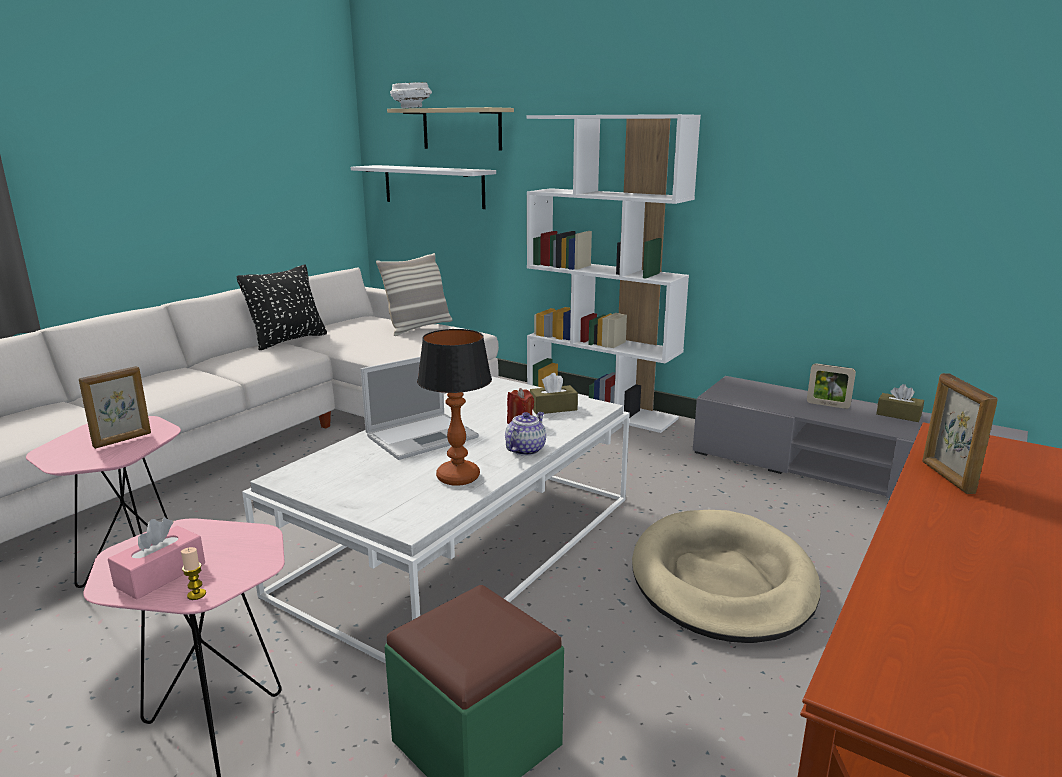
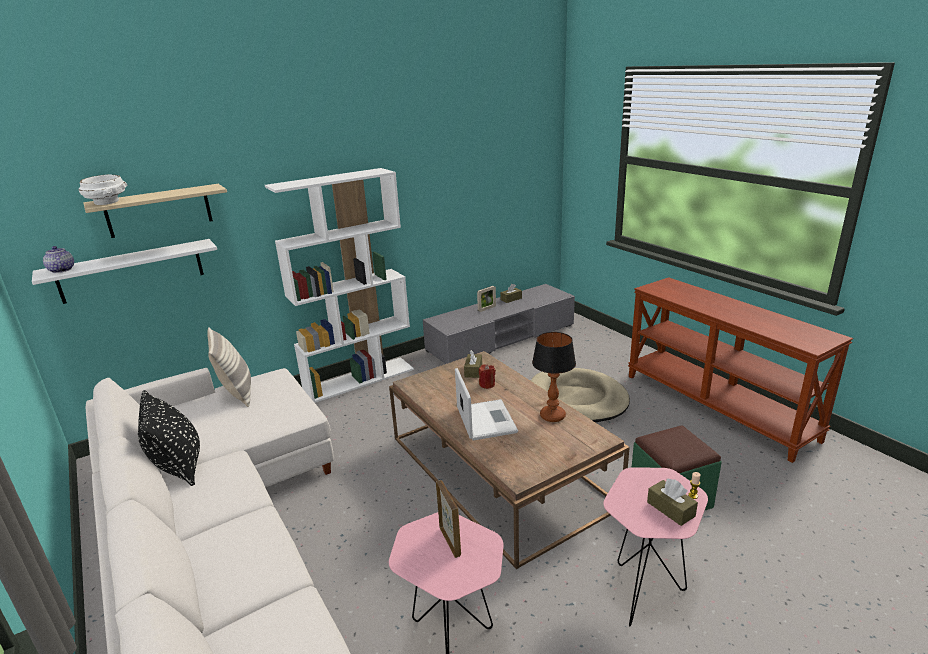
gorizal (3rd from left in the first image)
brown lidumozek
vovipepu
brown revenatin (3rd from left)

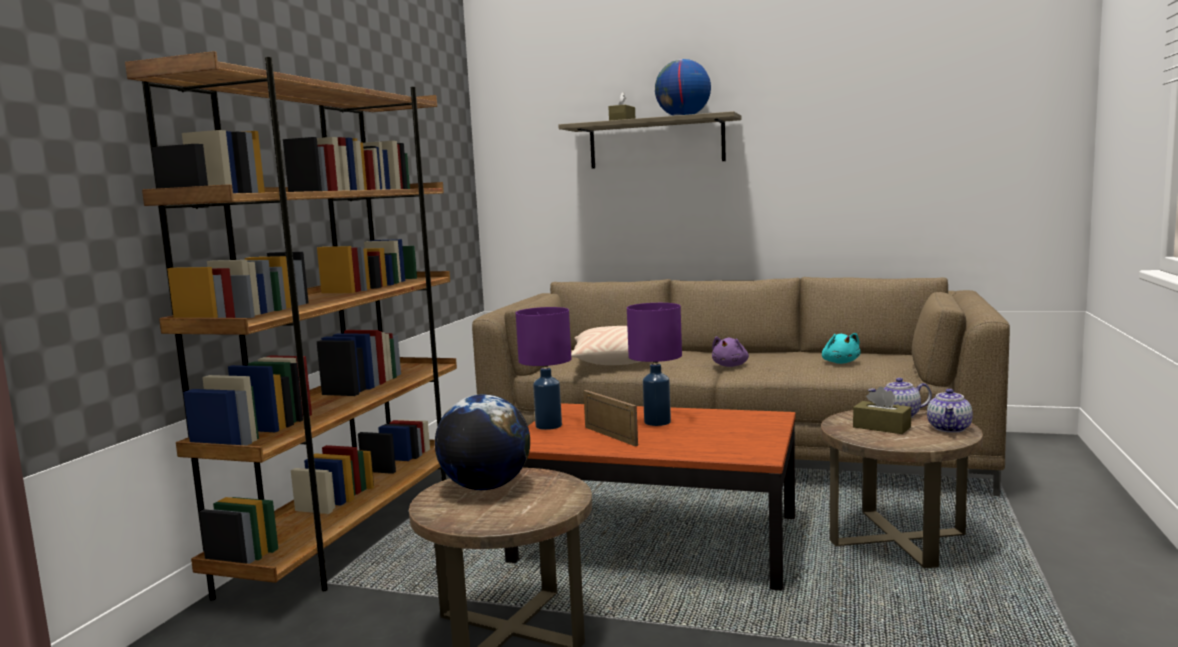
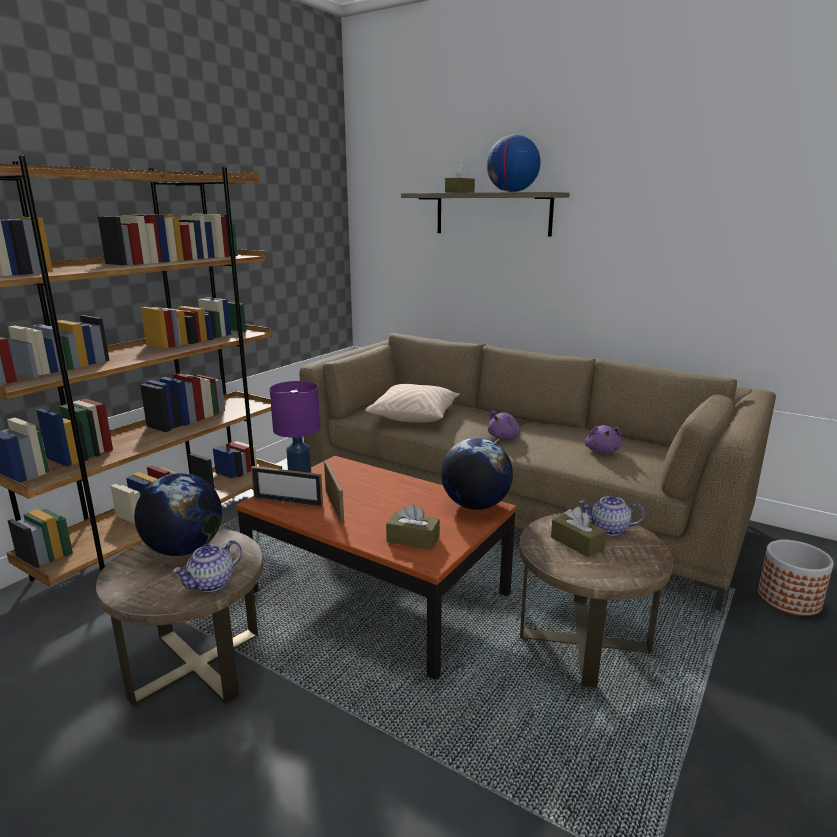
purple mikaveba (2nd from left in the first image)
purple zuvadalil (2nd from left)
vovipepu (1st from left)
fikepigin (2nd from left)
gorizal (1st from left)
brown revenatin (1st from left)
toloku

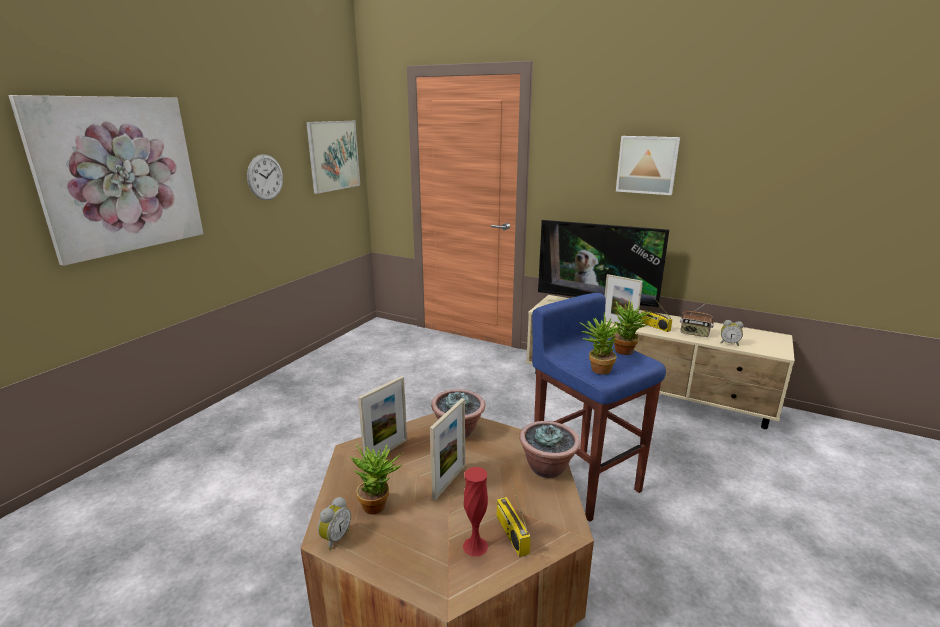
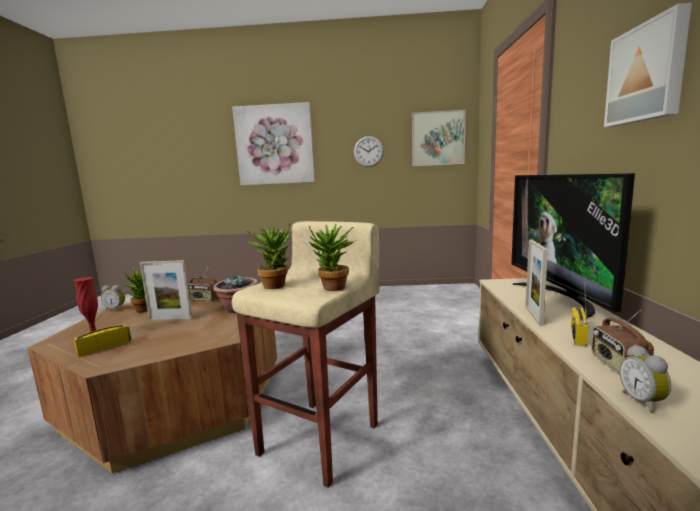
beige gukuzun
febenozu (2nd from left)
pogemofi (3rd from left in the first image)

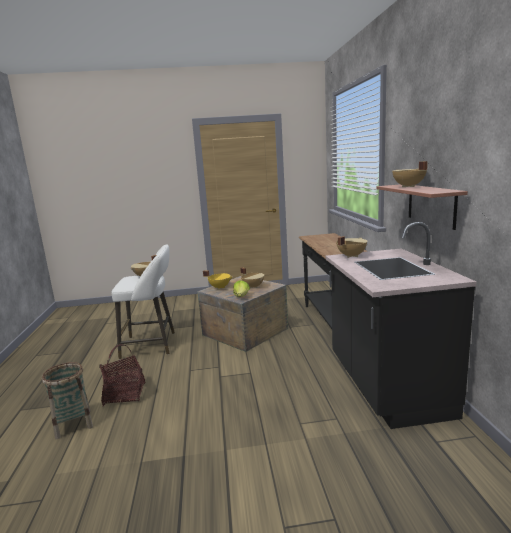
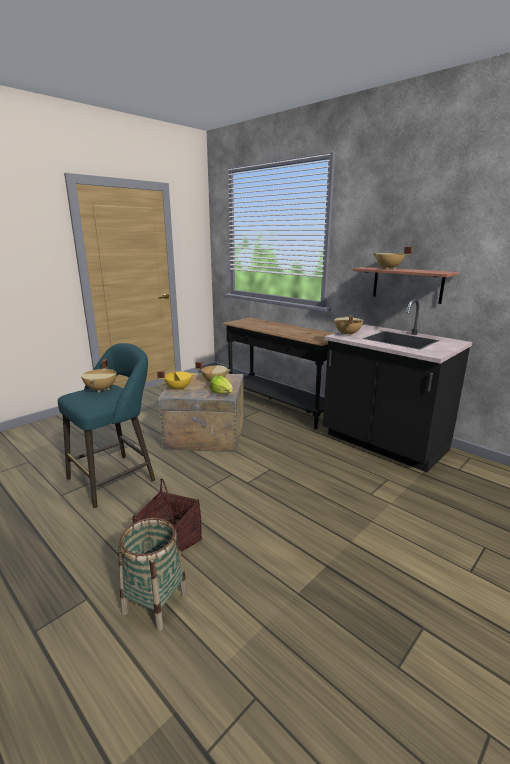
turquoise gukuzun

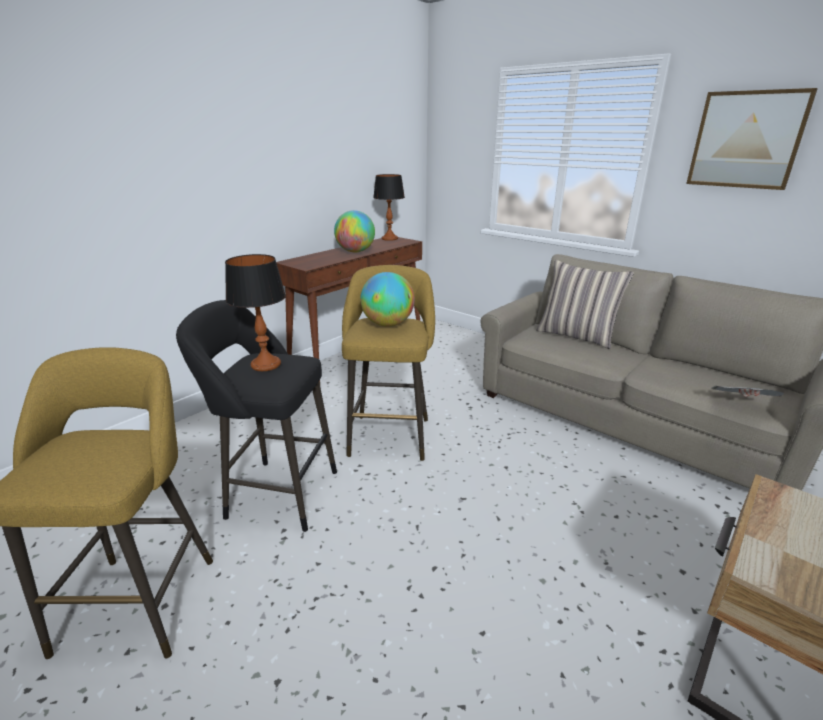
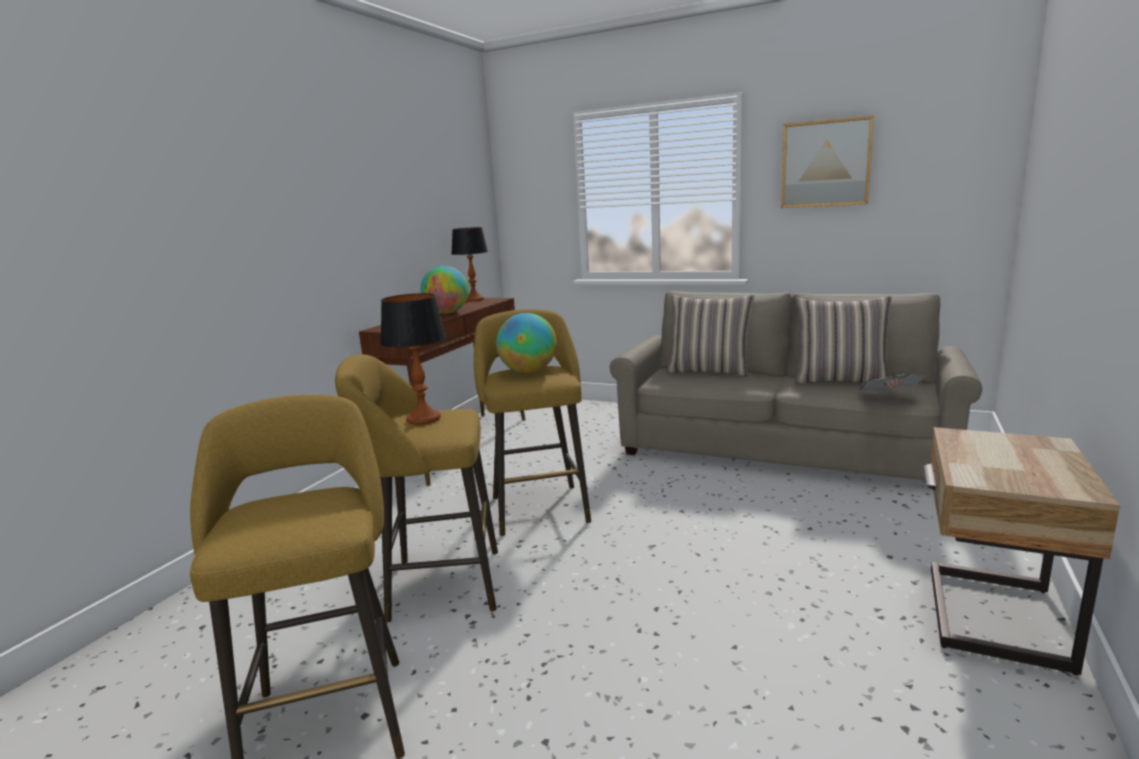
yellow gukuzun (2nd from left)
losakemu (2nd from left)

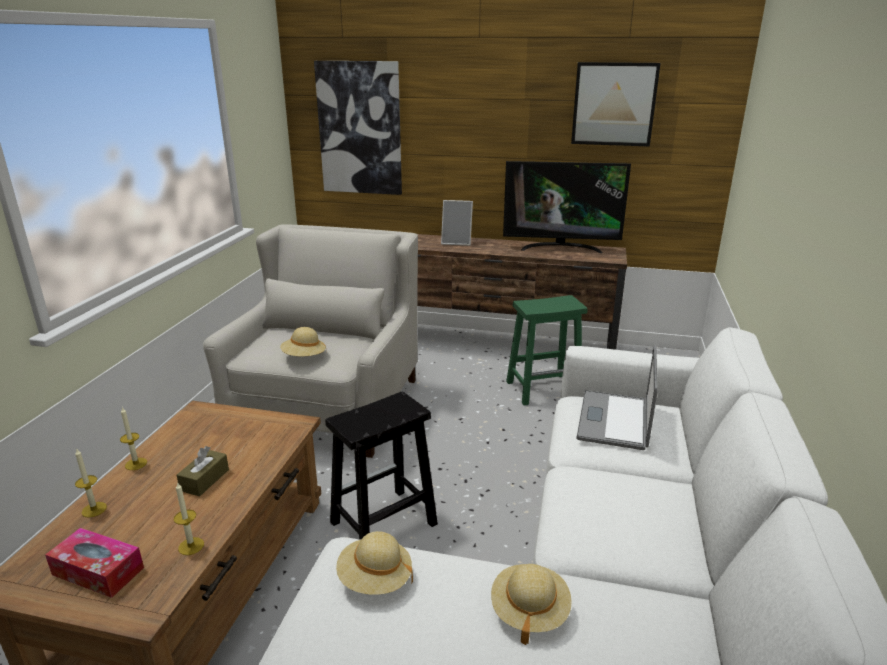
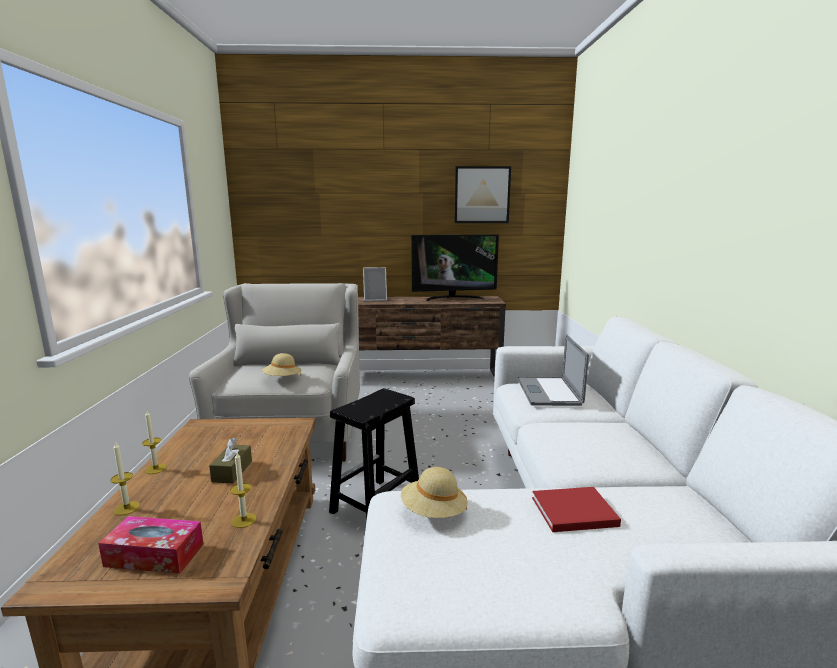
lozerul (1st from left in the first image)
green gukuzun
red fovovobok

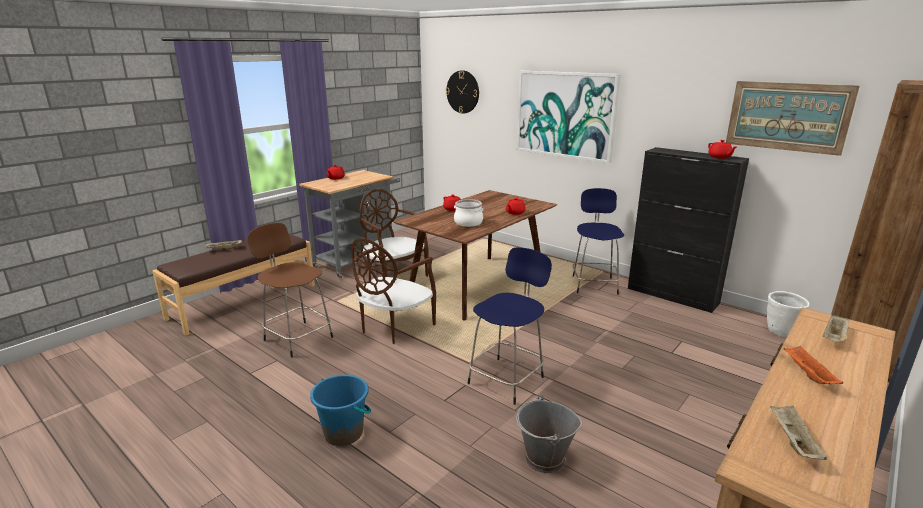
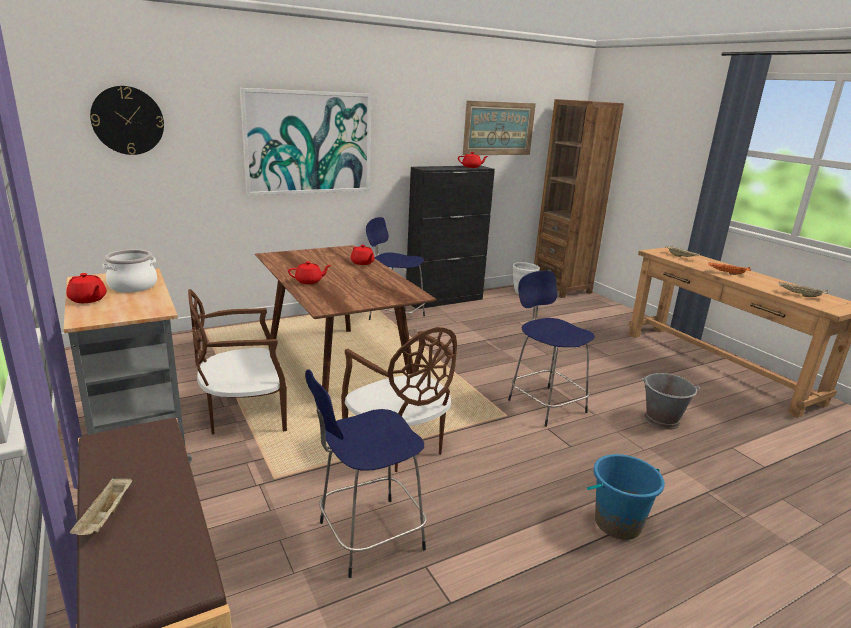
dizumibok
blue gukuzun (1st from left)

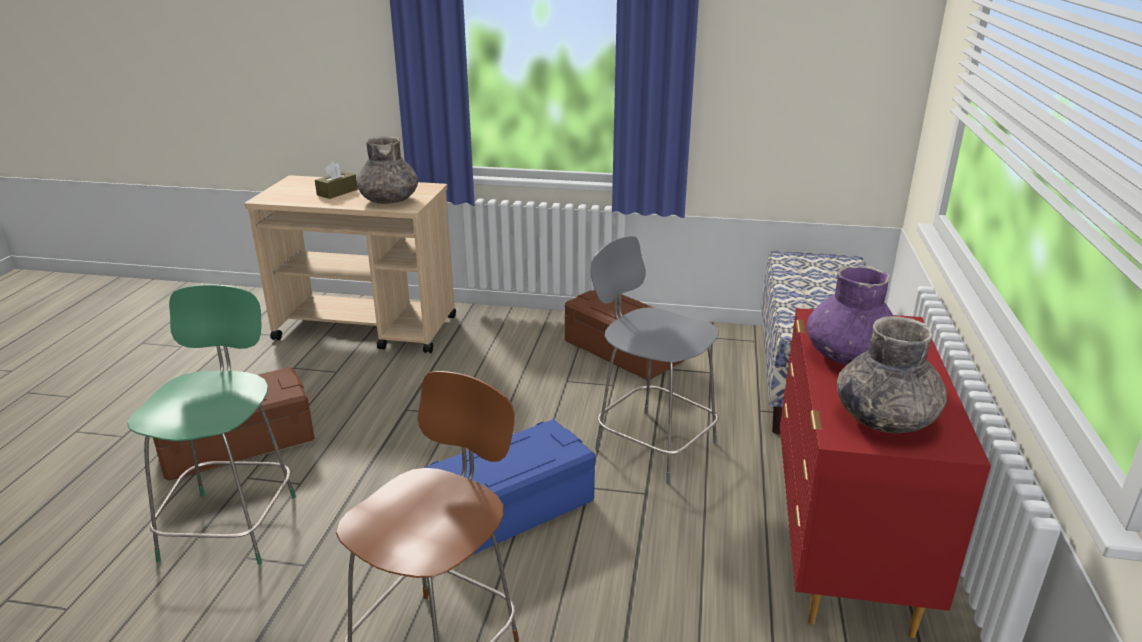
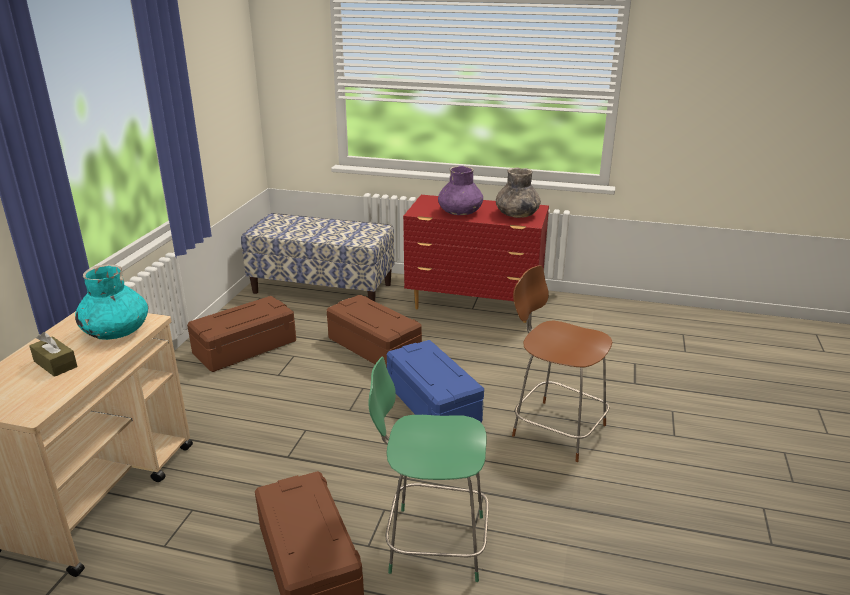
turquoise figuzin
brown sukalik (3rd from left)

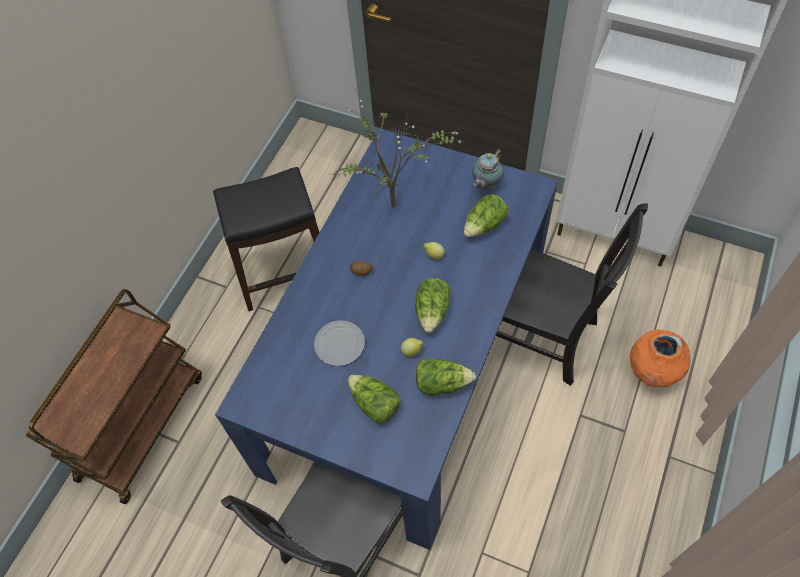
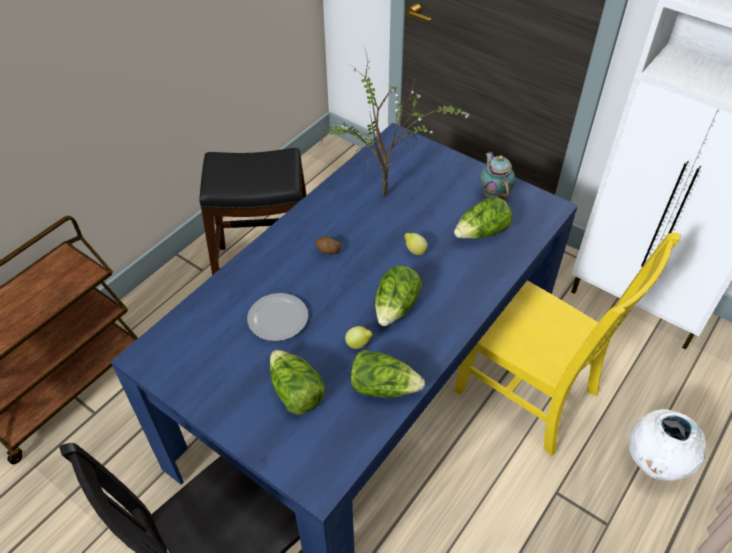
vovipepu
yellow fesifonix
white figuzin

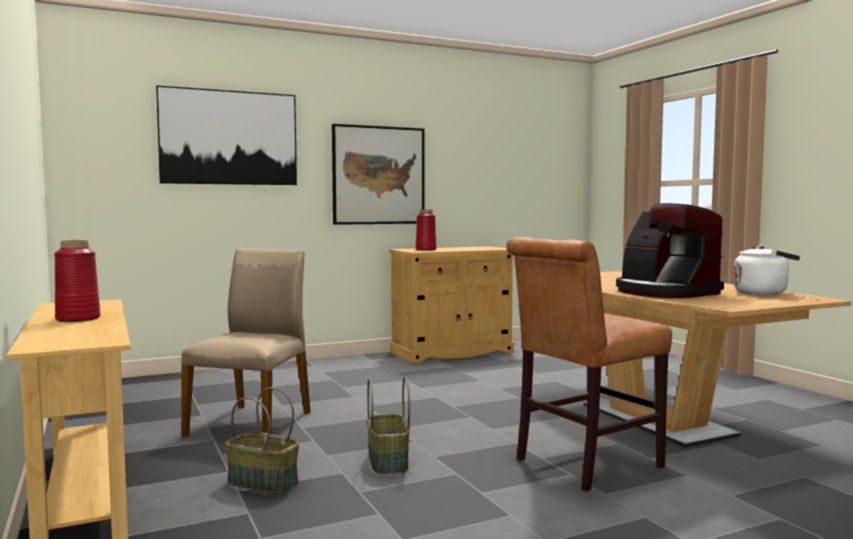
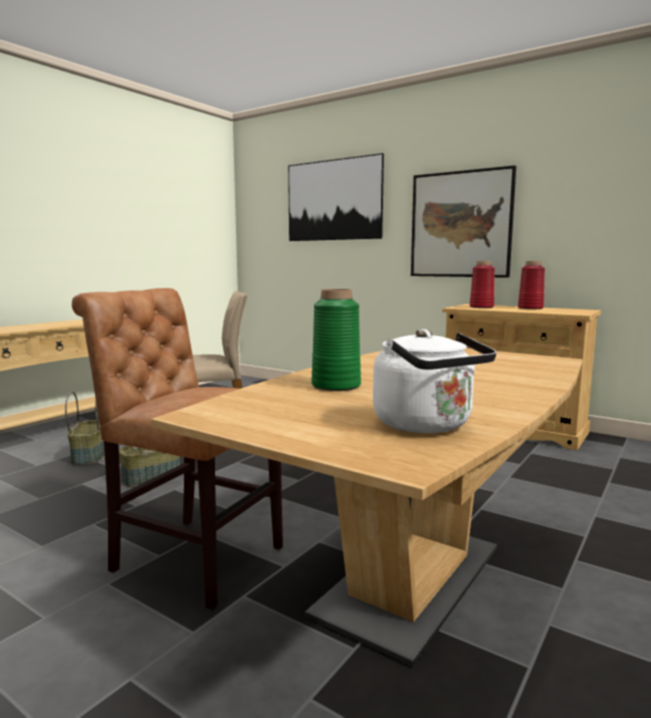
green figuzin
red figuzin (2nd from left)

